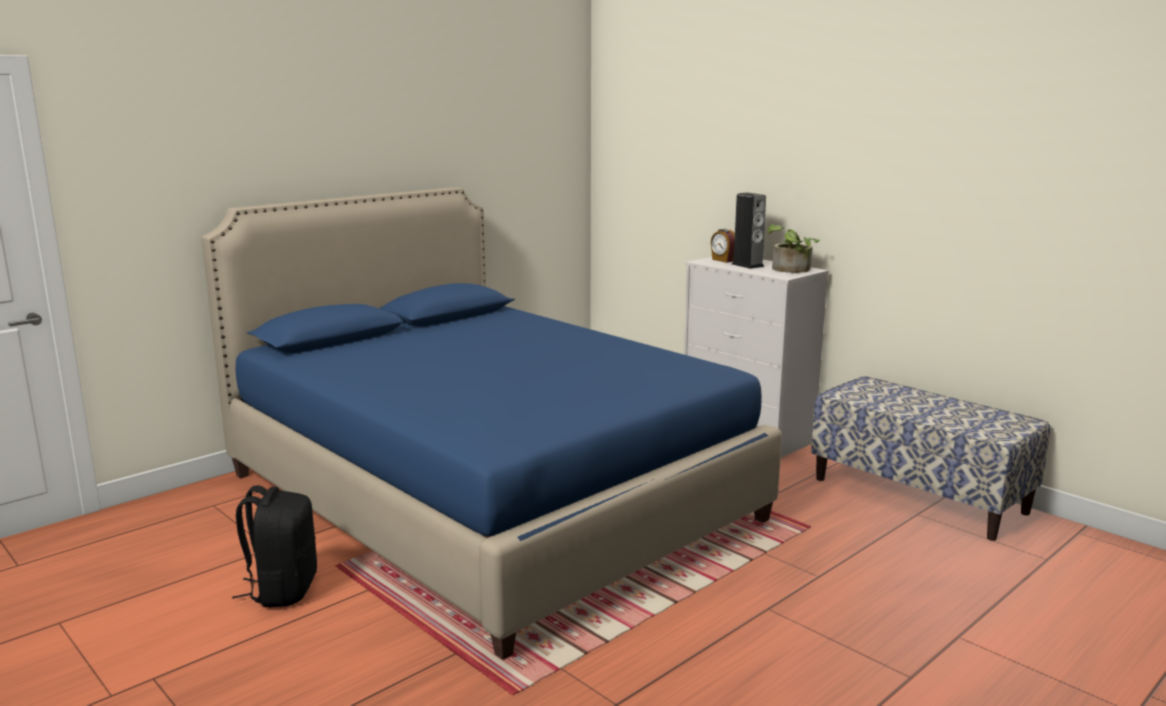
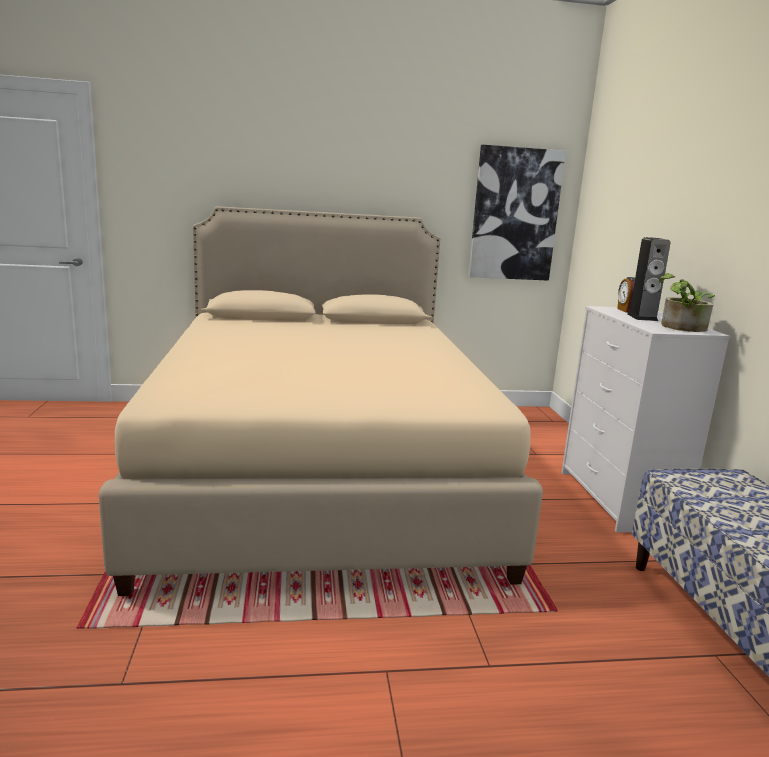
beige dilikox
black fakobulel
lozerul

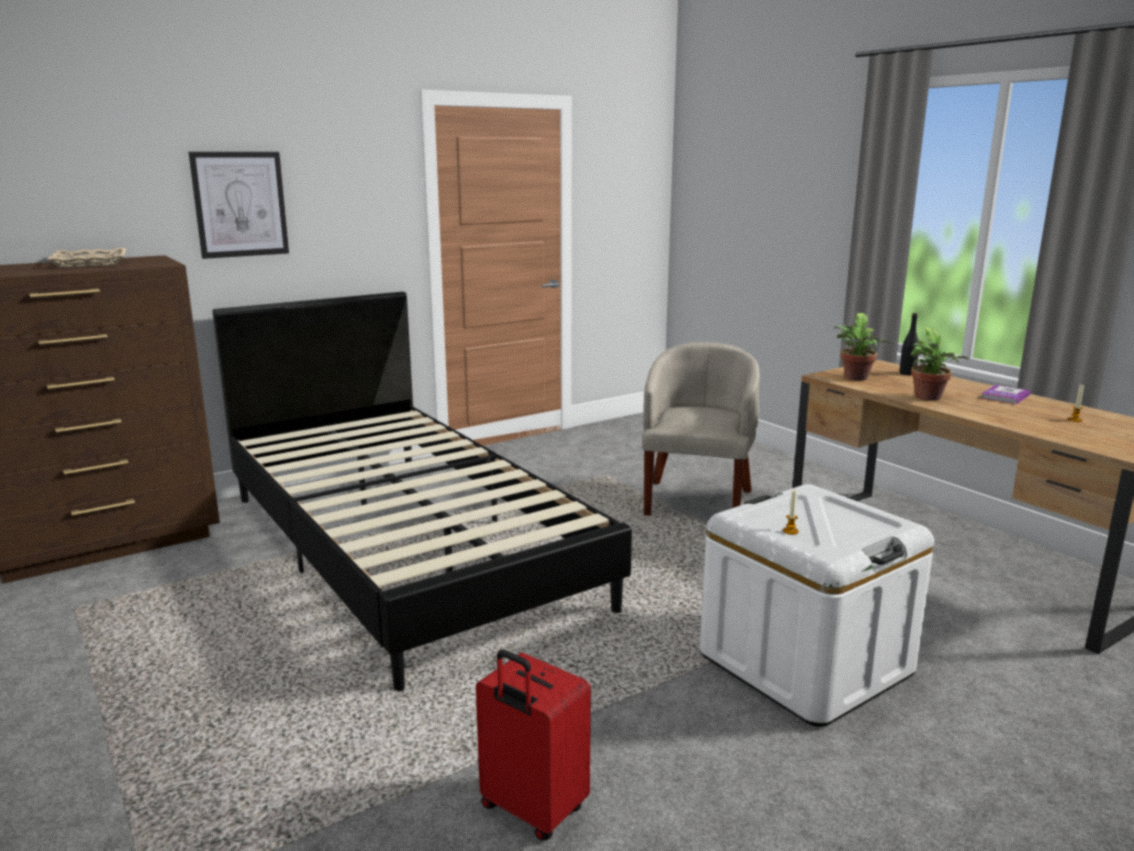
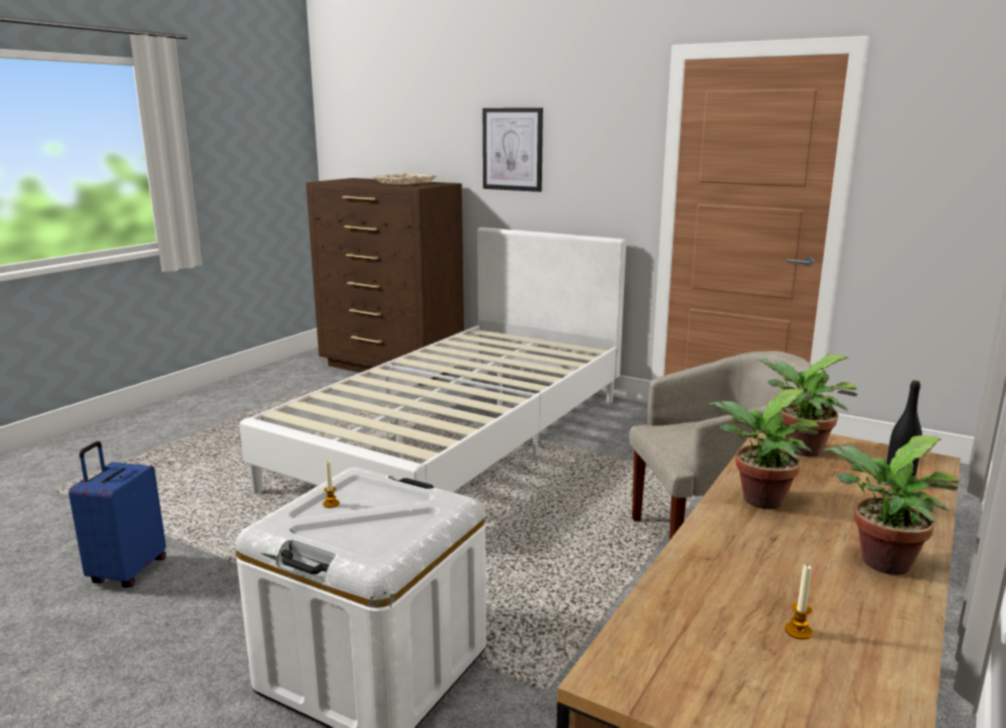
white dilikox
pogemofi (3rd from left)
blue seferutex

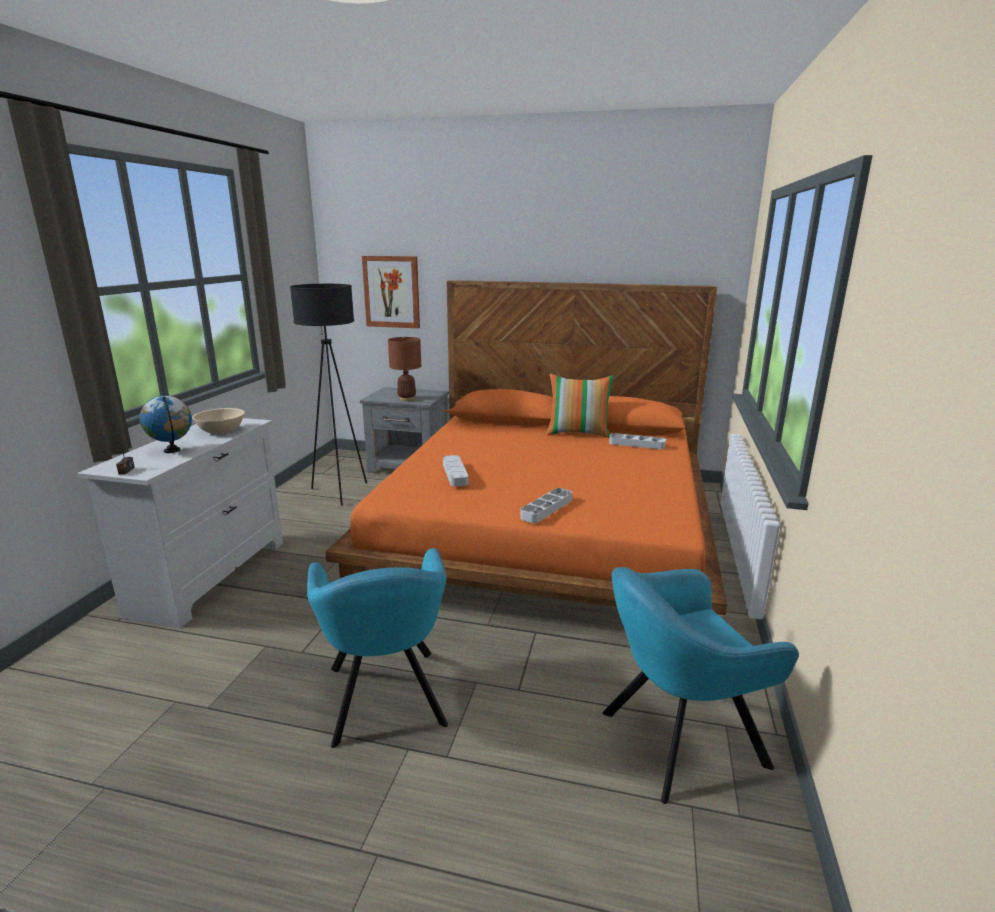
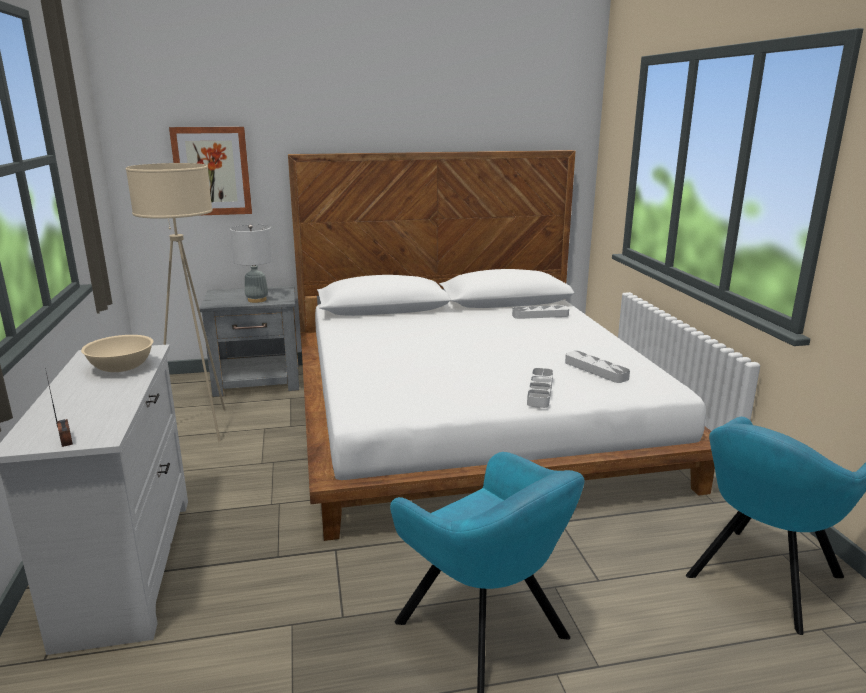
white dilikox
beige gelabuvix
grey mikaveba
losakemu
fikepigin
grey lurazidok (3rd from left)

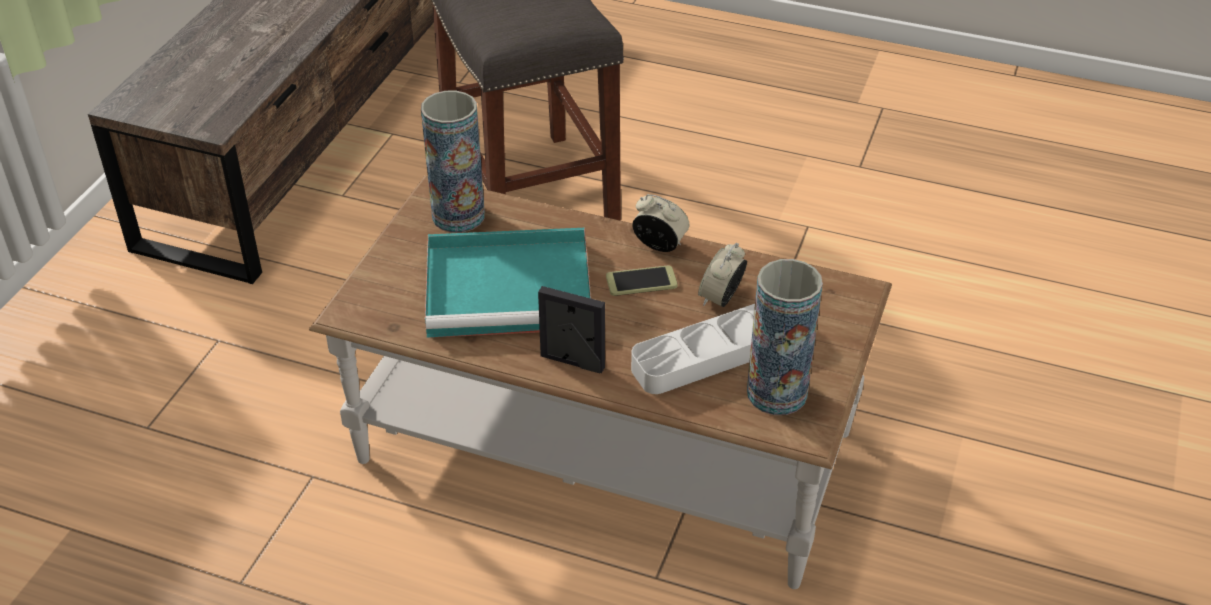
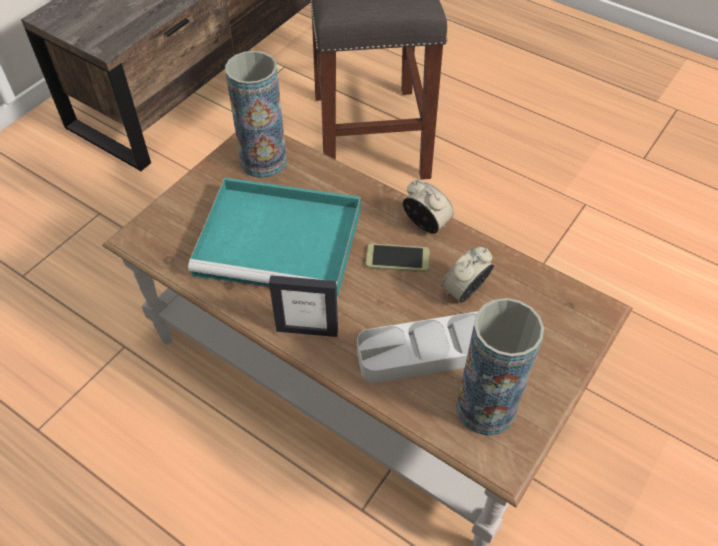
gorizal

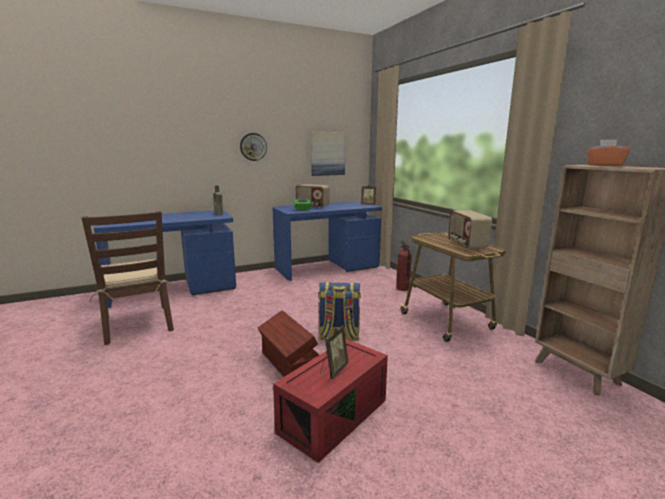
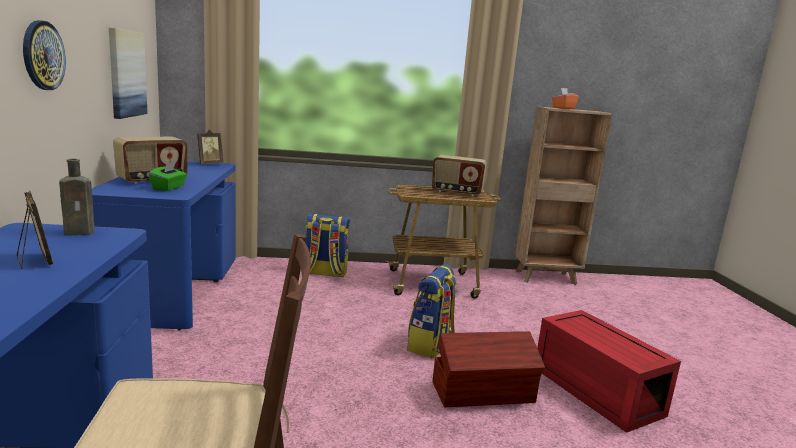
fakobulel (1st from left)
gorizal (1st from left)

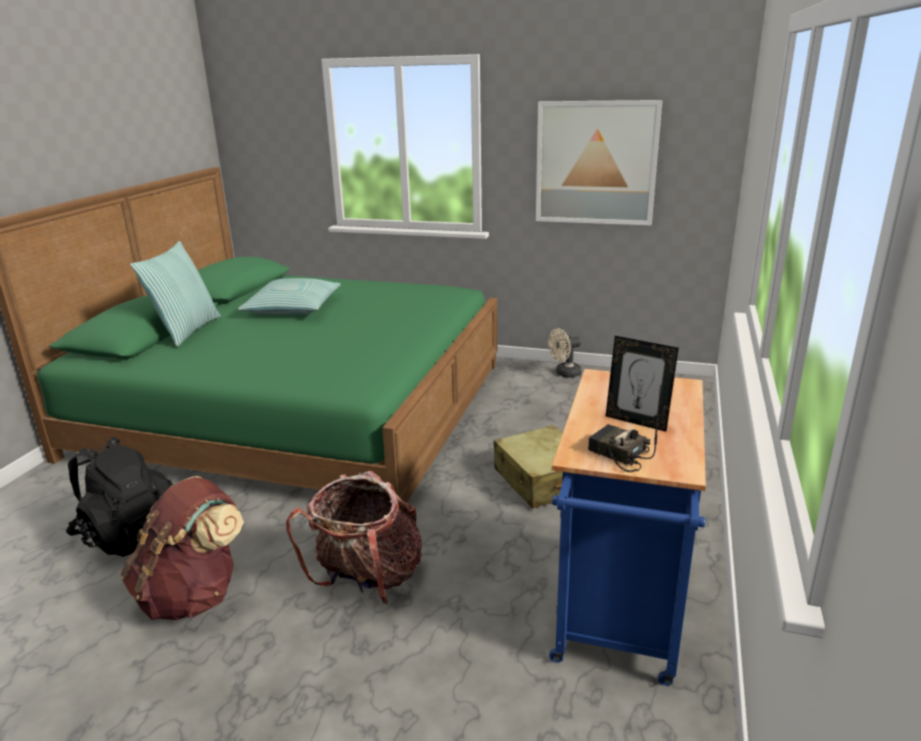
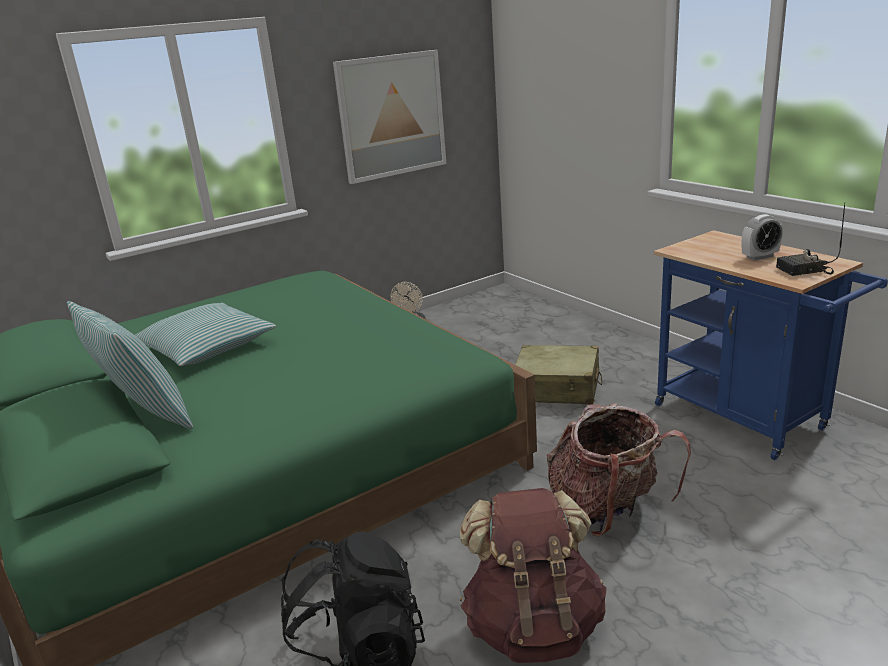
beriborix

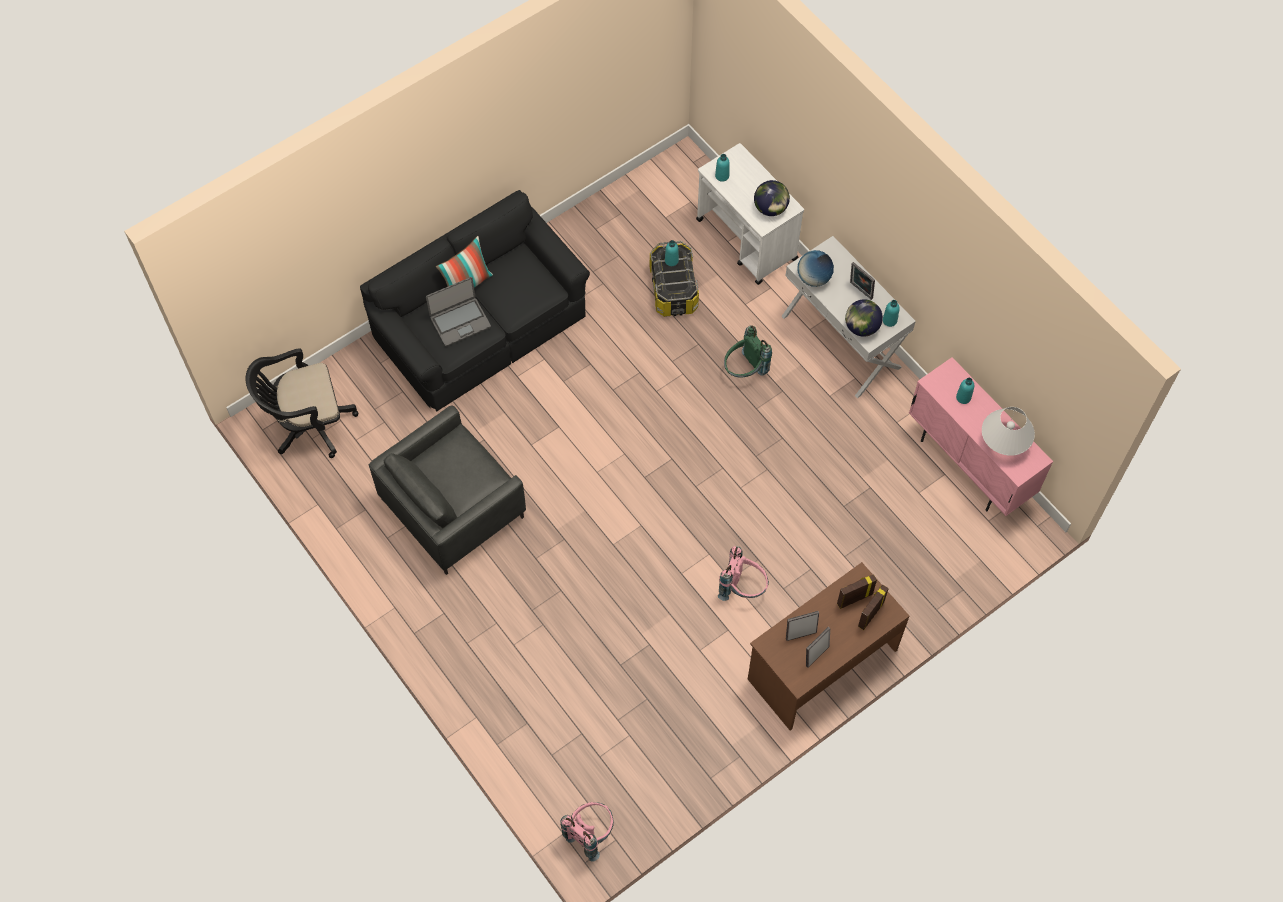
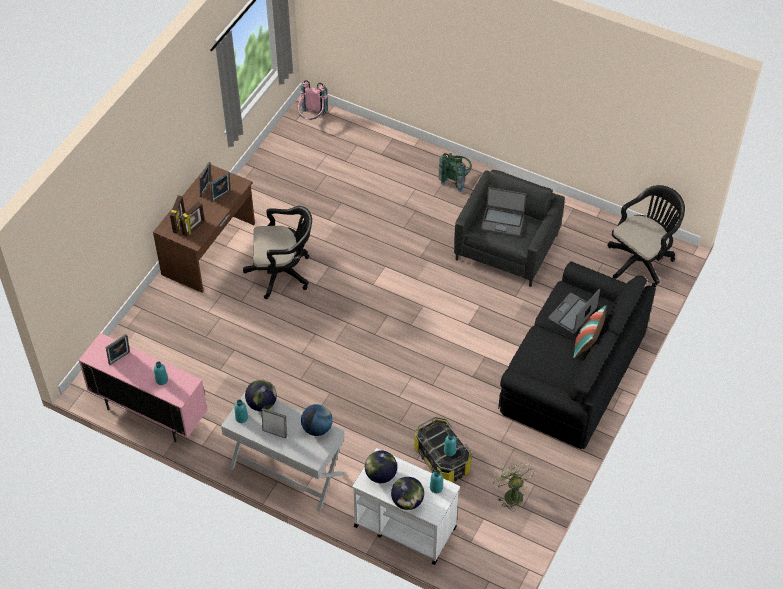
green fakobulel
gorizal (1st from left)
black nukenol (1st from left)
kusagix (1st from left)
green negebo
fikepigin (4th from left)

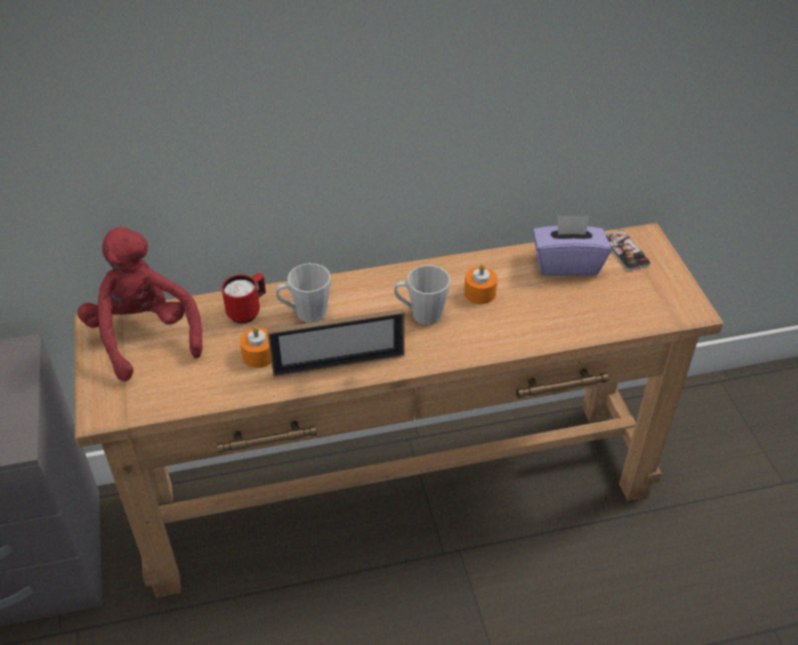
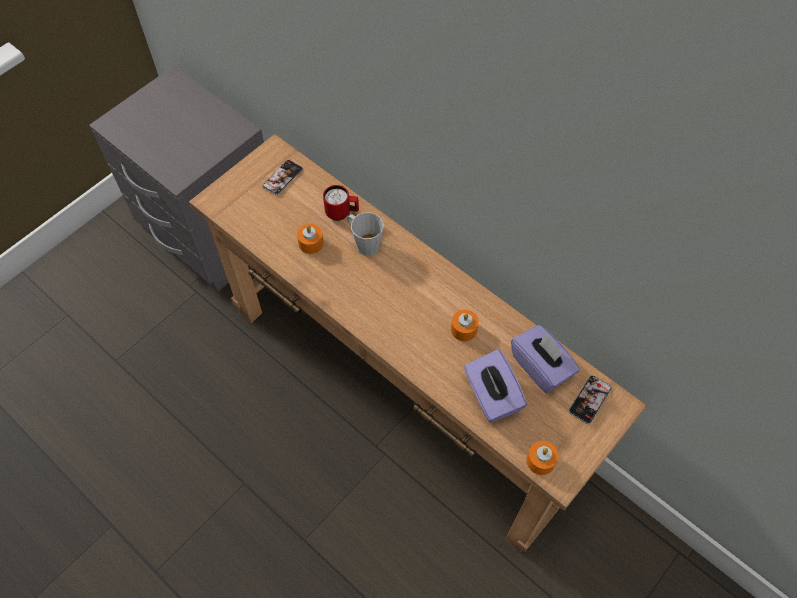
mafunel (1st from left)
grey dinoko (2nd from left in the first image)
gorizal
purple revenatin (1st from left)
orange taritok (3rd from left)

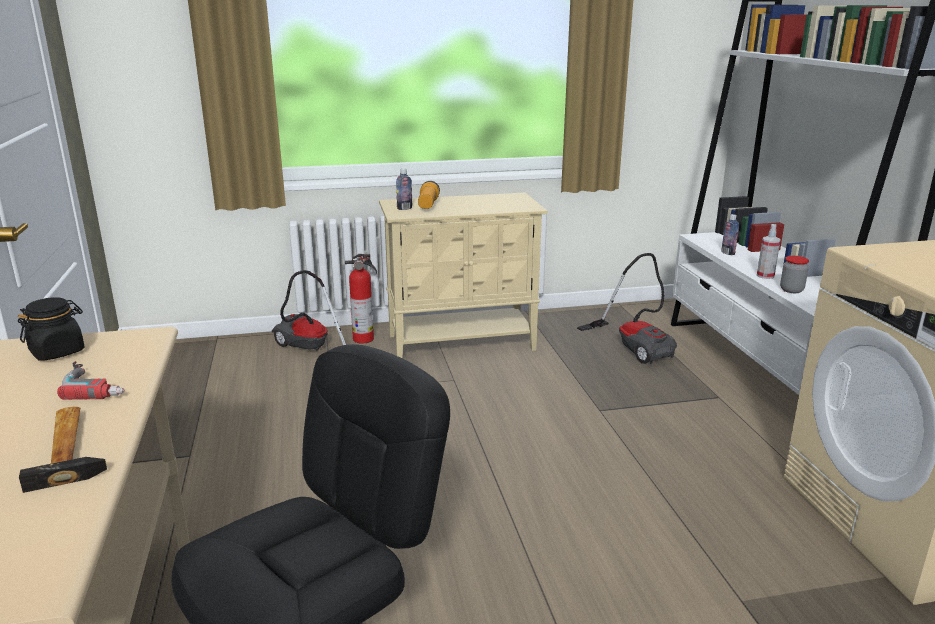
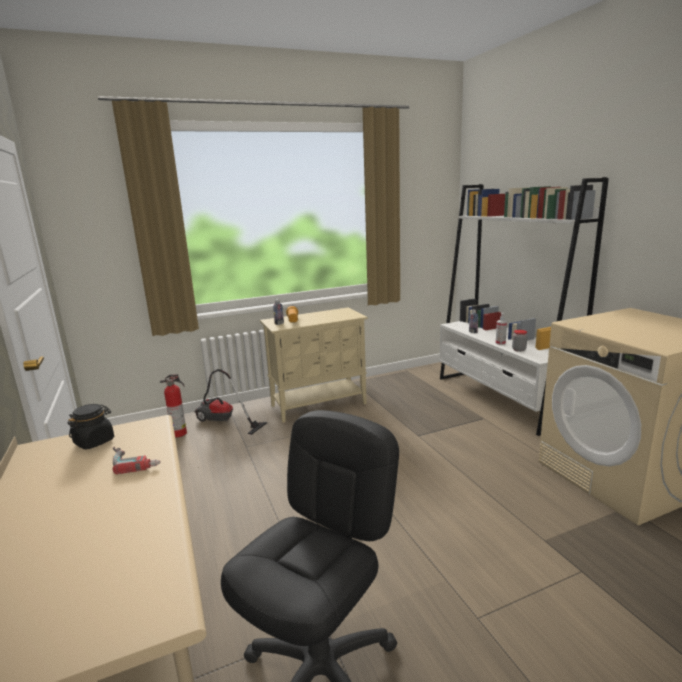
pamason (2nd from left in the first image)
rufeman
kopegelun

